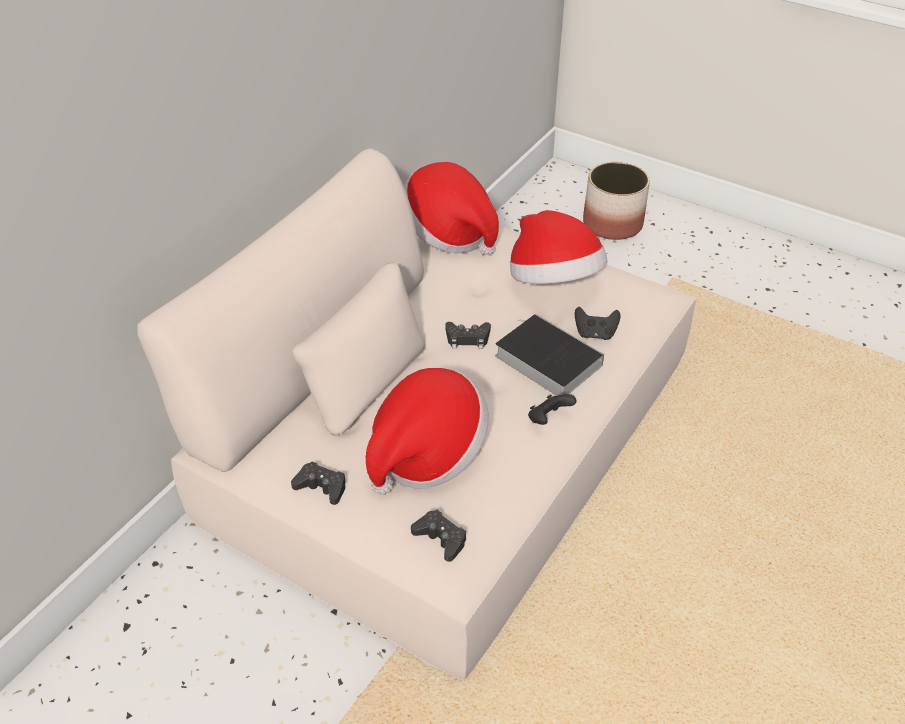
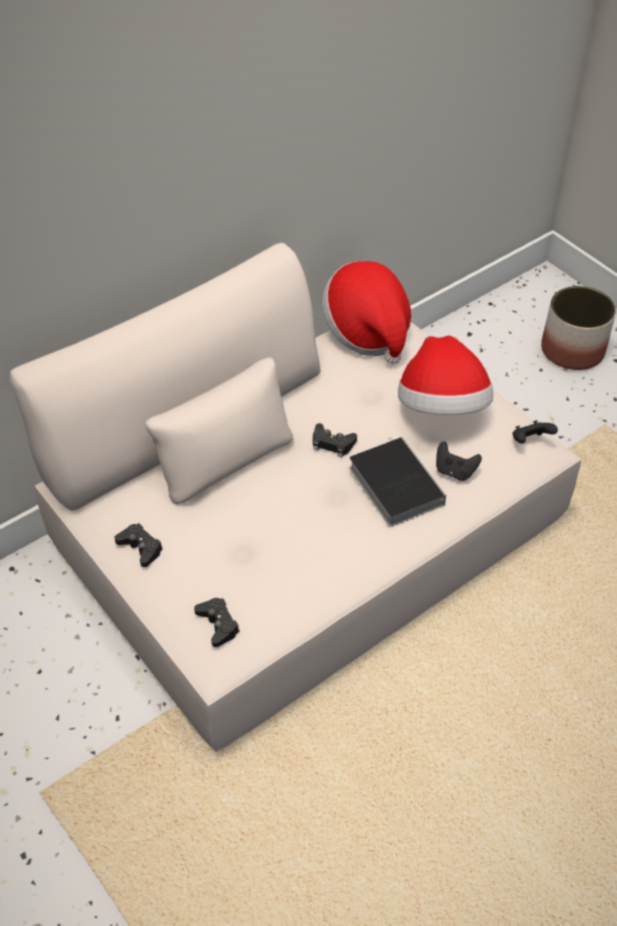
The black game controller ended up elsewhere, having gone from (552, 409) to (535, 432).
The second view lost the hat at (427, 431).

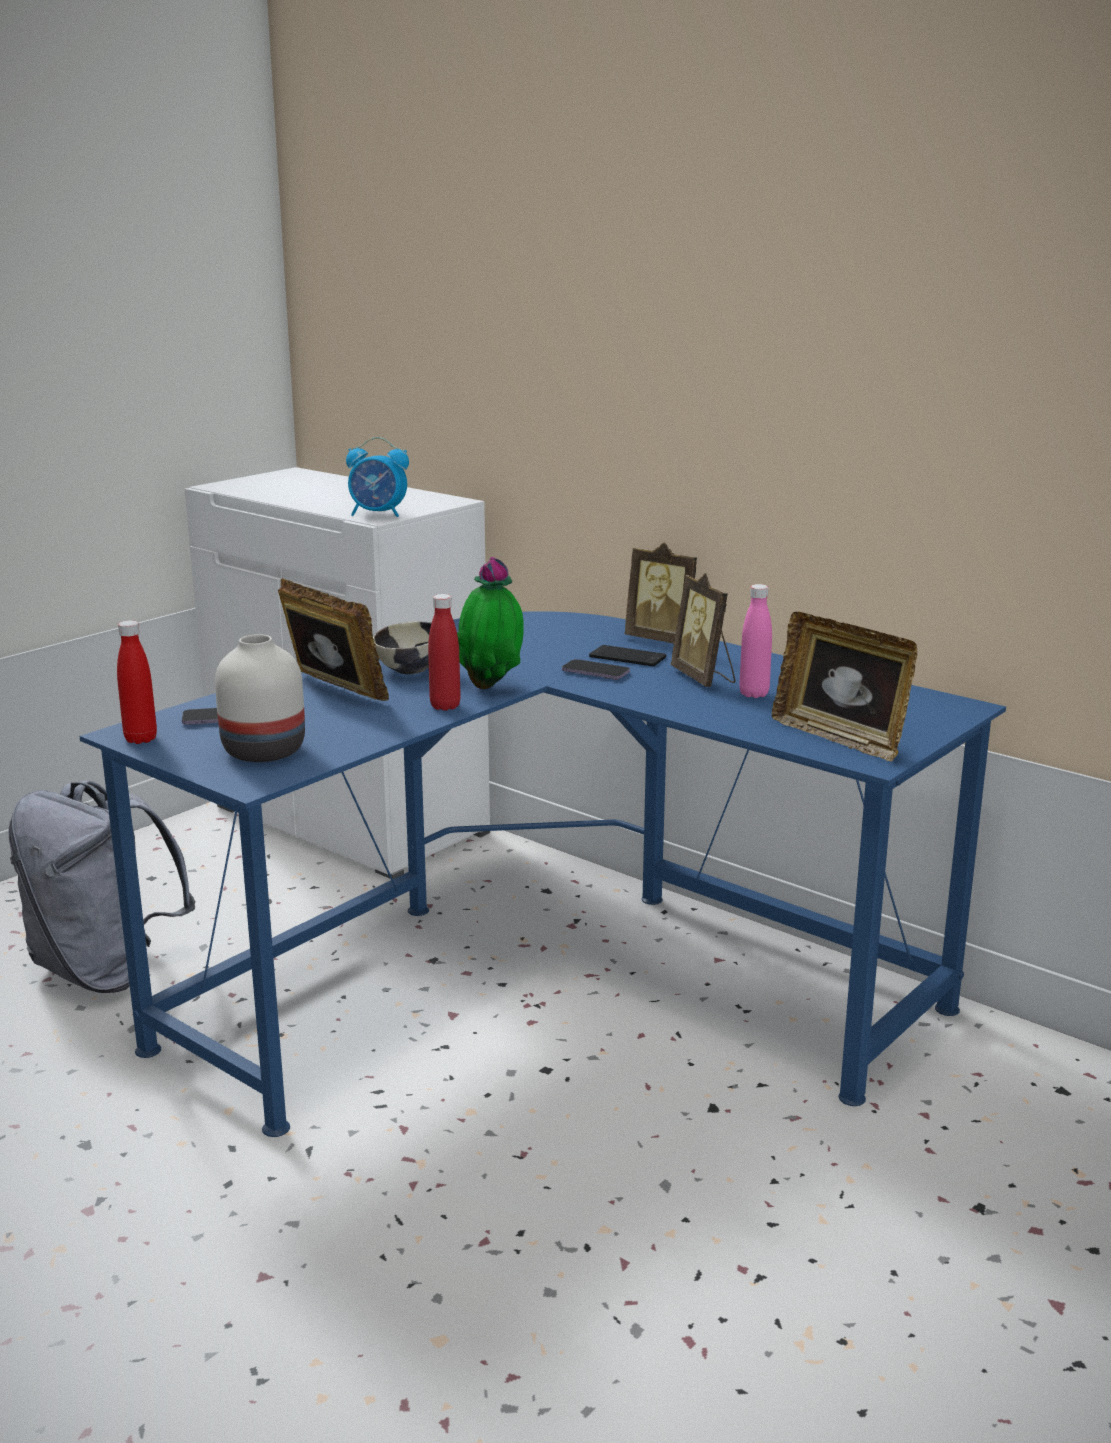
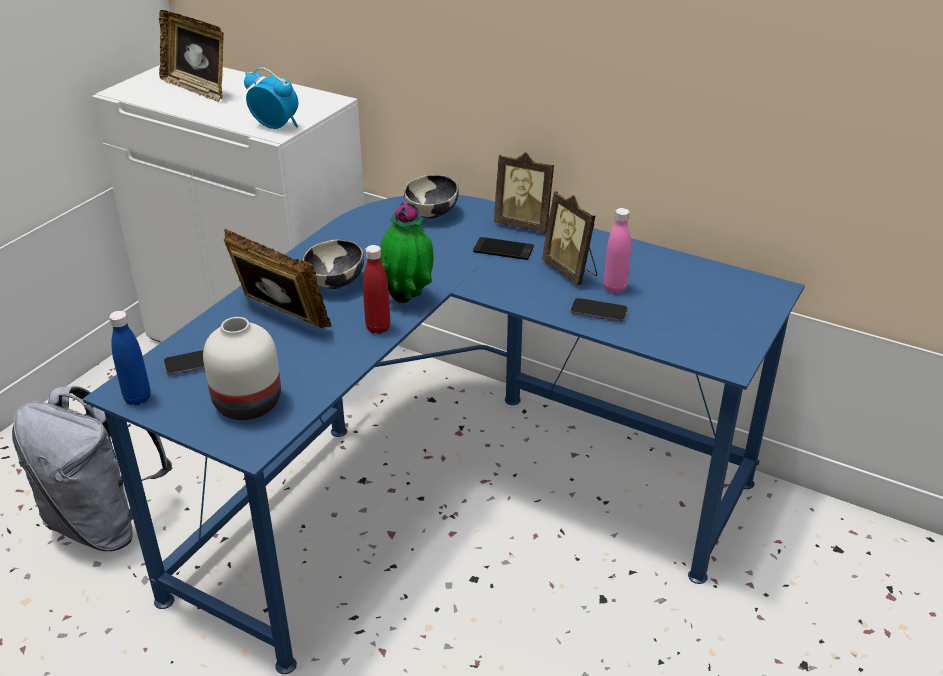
What was the red bottle at (137, 682) turned into the blue bottle at (130, 358).
The picture frame ended up elsewhere, having gone from (844, 687) to (191, 56).
The alarm clock at (377, 477) ended up facing another way, 150 degrees counterclockwise from before.
The second view gained the bowl at (431, 196).
The phone ended up elsewhere, having gone from (596, 669) to (599, 310).

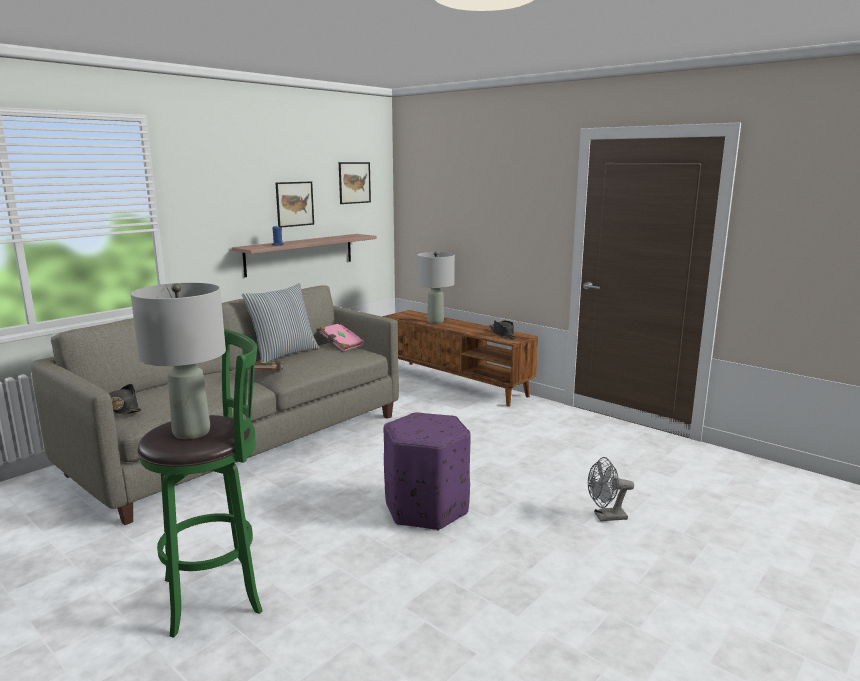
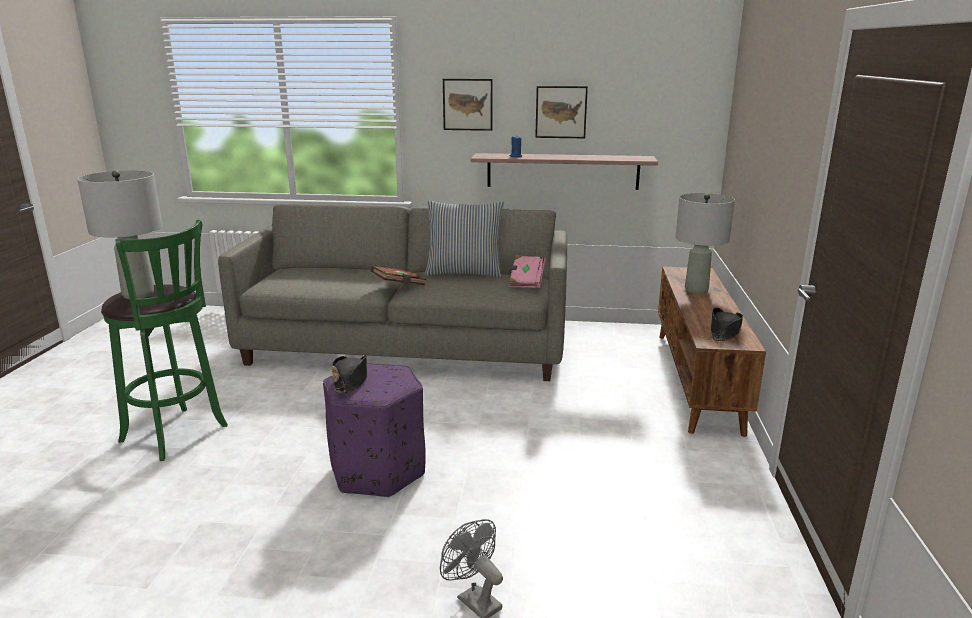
The black hat ended up elsewhere, having gone from (125, 399) to (349, 374).
The picture ended up elsewhere, having gone from (355, 183) to (468, 105).

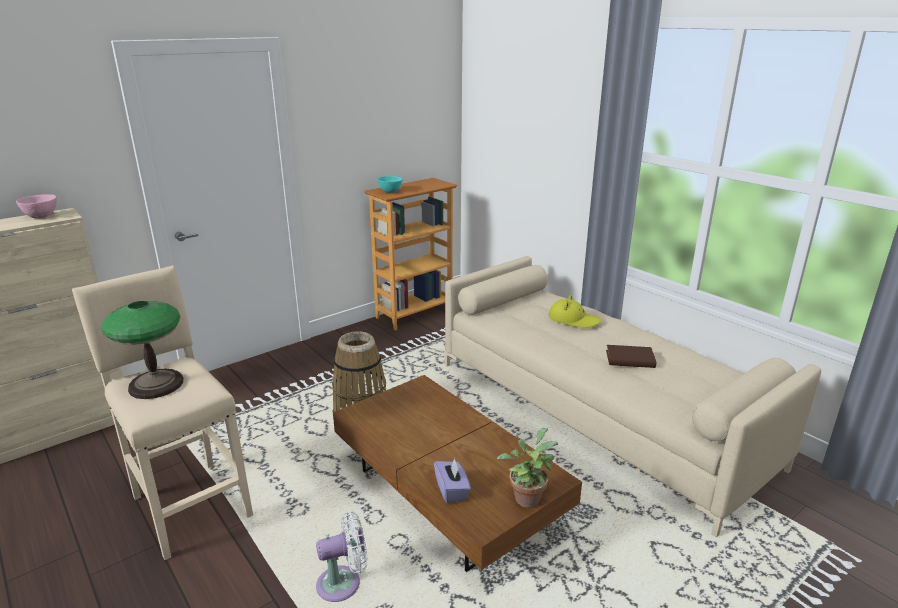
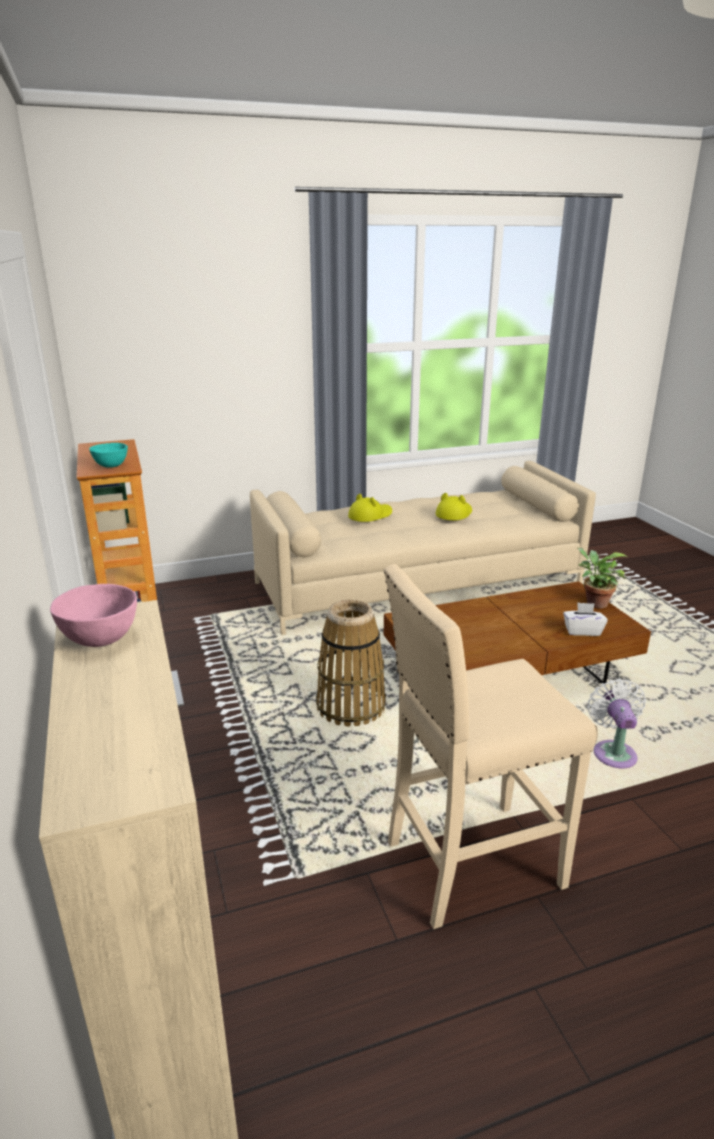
Where the brown book stood at (631, 356), the yellow hat came to stand at (454, 506).
What was the purple tissue box at (452, 481) turned into the white tissue box at (585, 619).
The second view lost the table lamp at (142, 350).

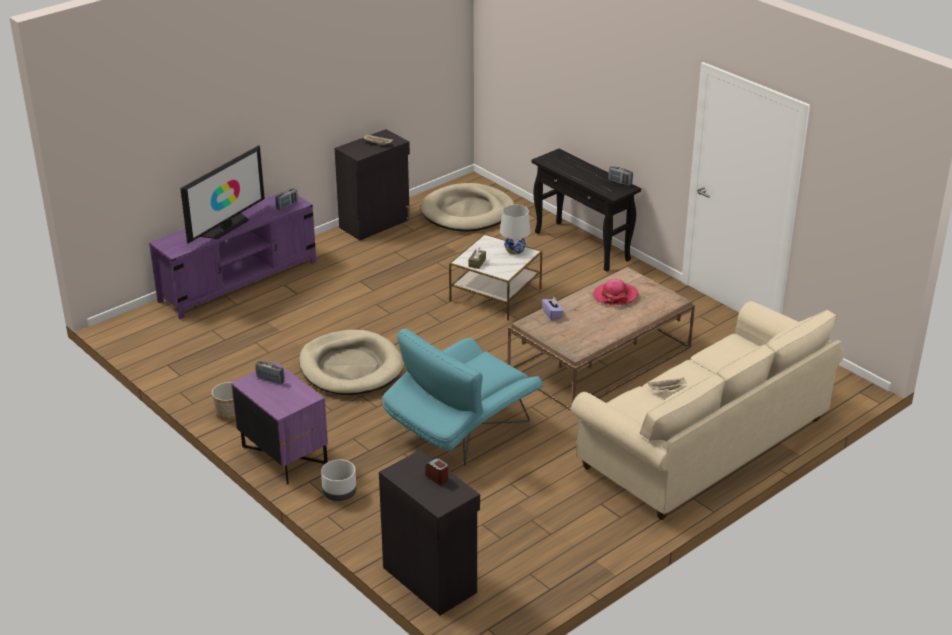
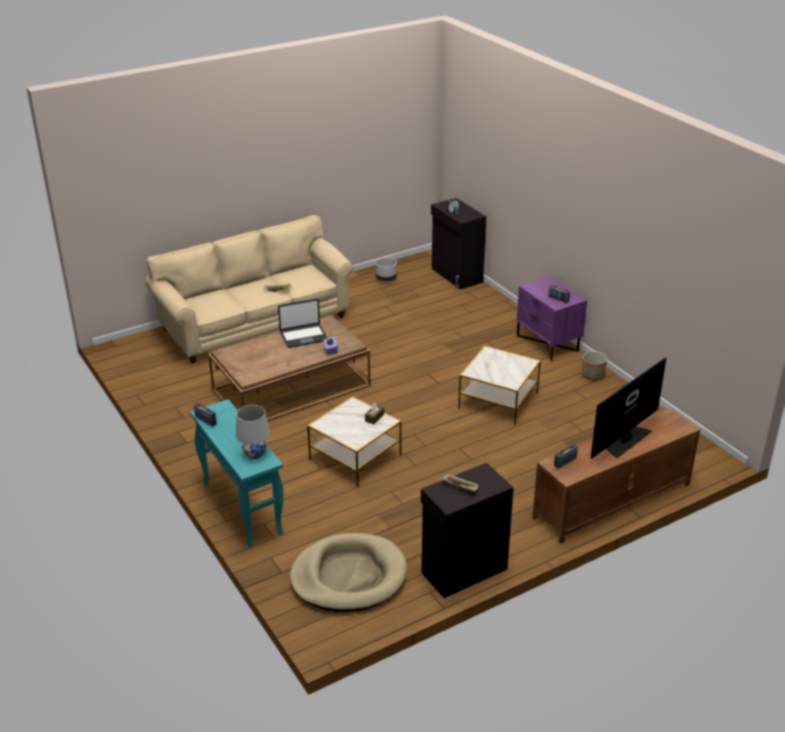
What was the black console table at (586, 210) turned into the turquoise console table at (237, 473).
The white table lamp ended up elsewhere, having gone from (515, 229) to (253, 432).
The second view gained the laptop at (302, 323).
The grey planter ended up elsewhere, having gone from (339, 480) to (386, 269).
Where the beige dog bed stood at (351, 362), the side table came to stand at (499, 385).
What was the purple tv stand at (233, 255) turned into the brown tv stand at (616, 476).
The second view lost the turquoise armchair at (462, 397).
The second view lost the hat at (615, 292).

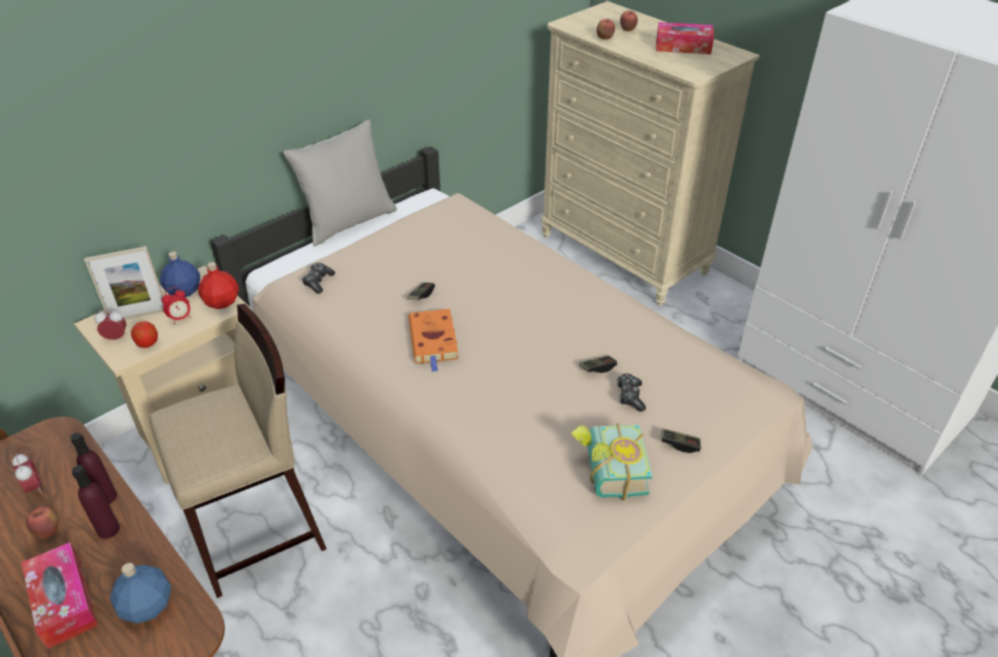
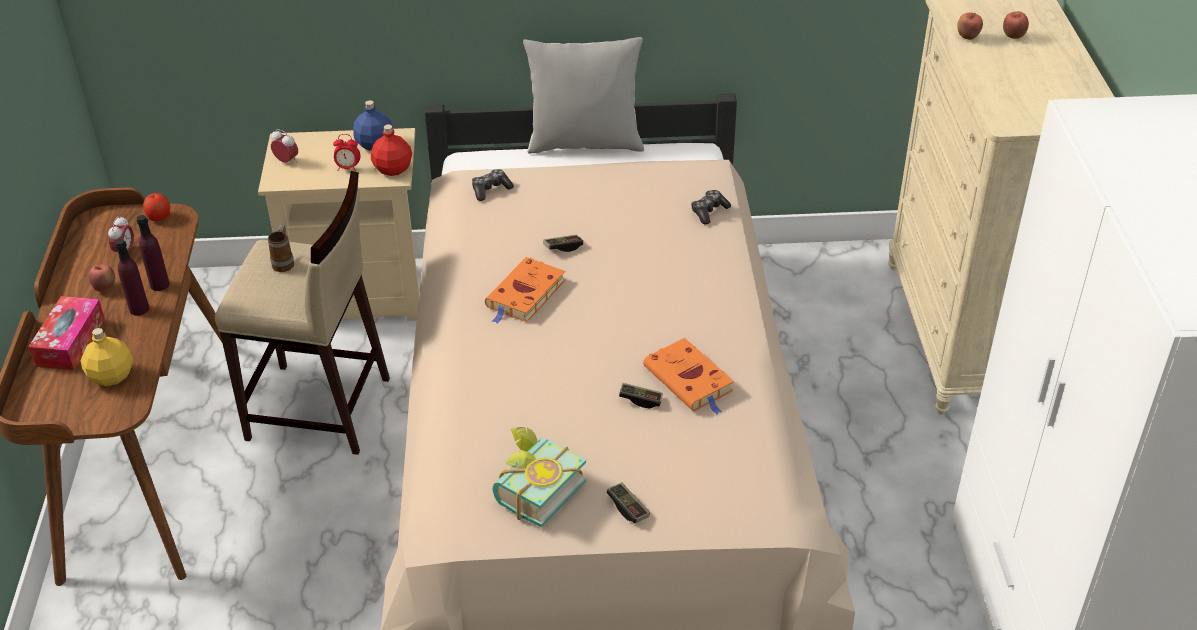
What was the blue bottle at (140, 593) turned into the yellow bottle at (107, 357).
The apple ended up elsewhere, having gone from (144, 334) to (156, 207).
The second view gained the mug at (281, 248).
The second view gained the orange book at (688, 376).
The game controller ended up elsewhere, having gone from (631, 392) to (711, 207).
The second view lost the picture frame at (124, 282).
The second view lost the tissue box at (685, 38).

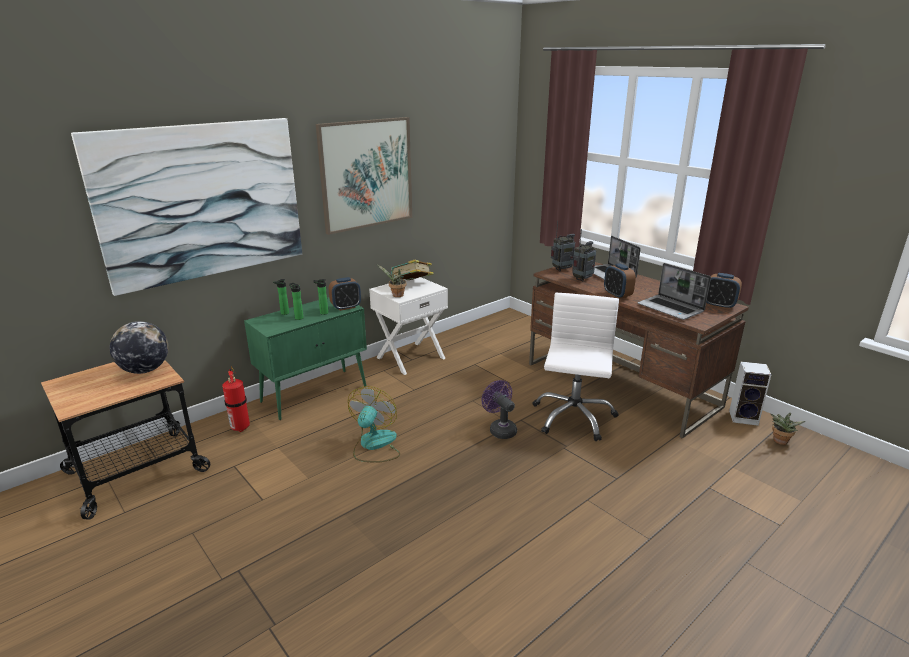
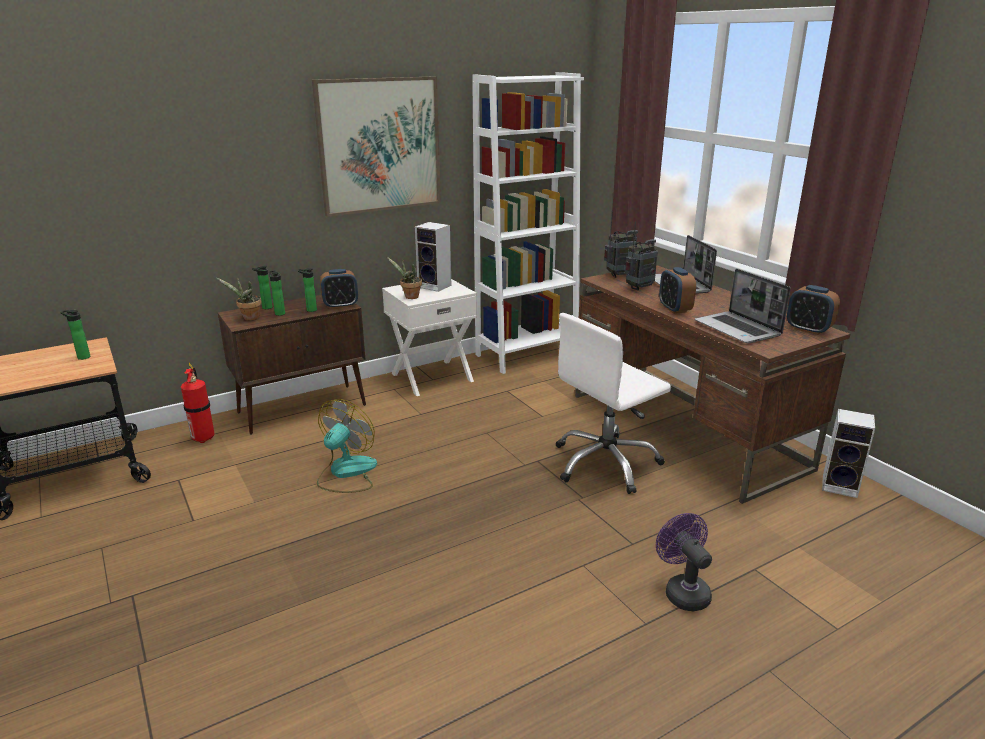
Where the globe stood at (139, 347), the bottle came to stand at (75, 335).
The potted plant ended up elsewhere, having gone from (788, 429) to (239, 299).
What was the green cabinet at (305, 358) turned into the brown cabinet at (292, 364).
Where the book stood at (412, 270), the speaker came to stand at (433, 257).
The second view gained the white bookcase at (528, 223).
The white office chair at (575, 367) ended up facing another way, 150 degrees counterclockwise from before.
The purple fan ended up elsewhere, having gone from (499, 409) to (684, 562).
The second view lost the picture at (186, 207).

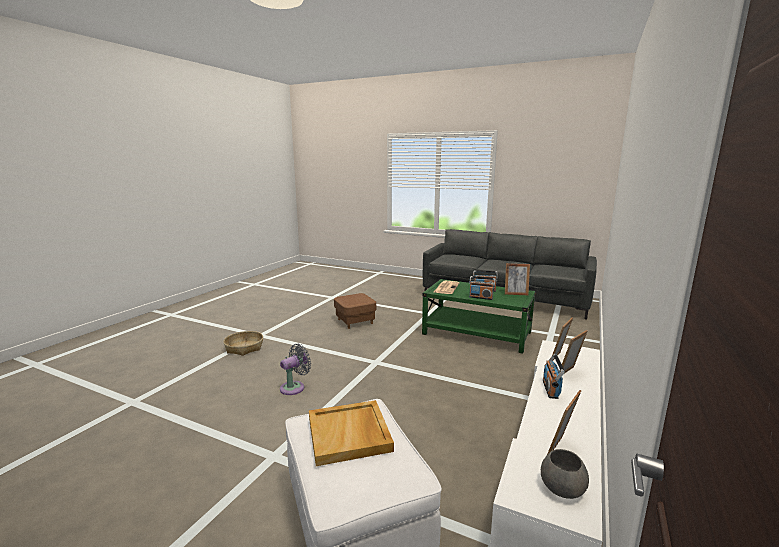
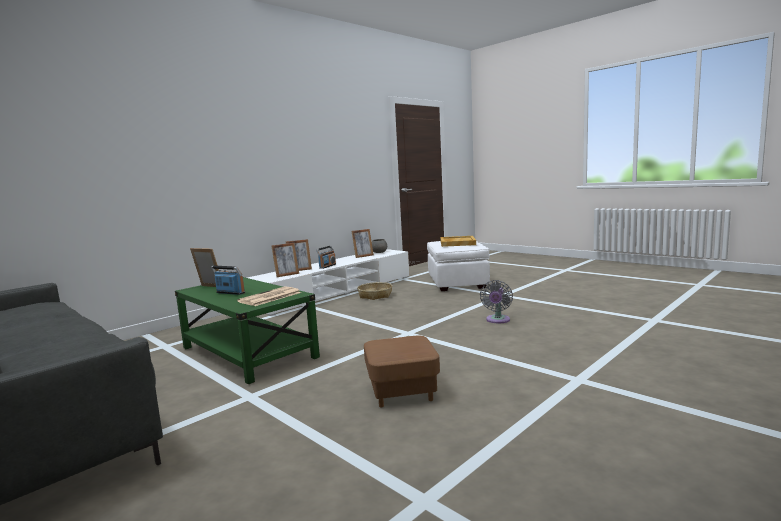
The basket ended up elsewhere, having gone from (243, 343) to (374, 291).
The grey fan at (295, 369) ended up facing another way, 45 degrees counterclockwise from before.
The second view lost the radio at (482, 288).

